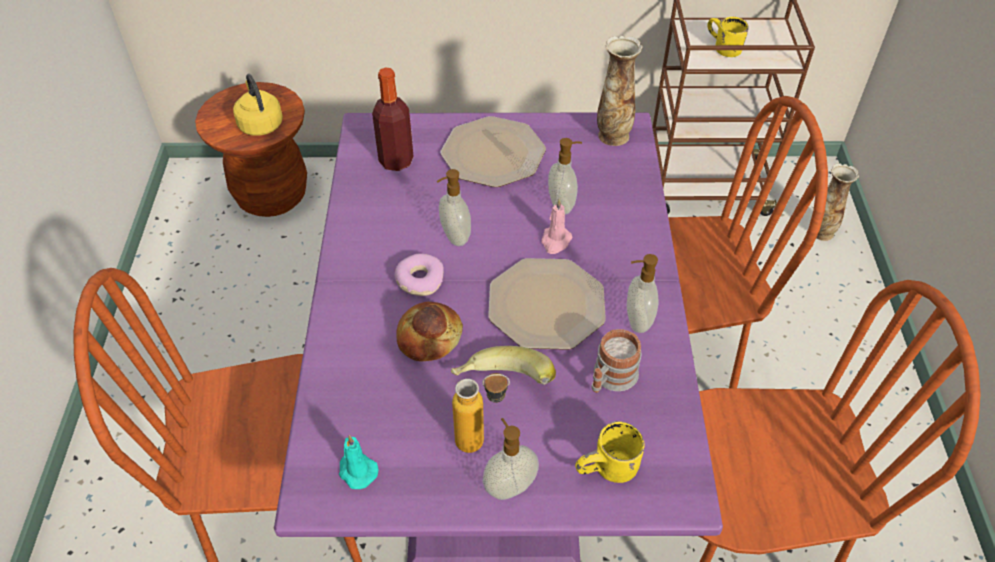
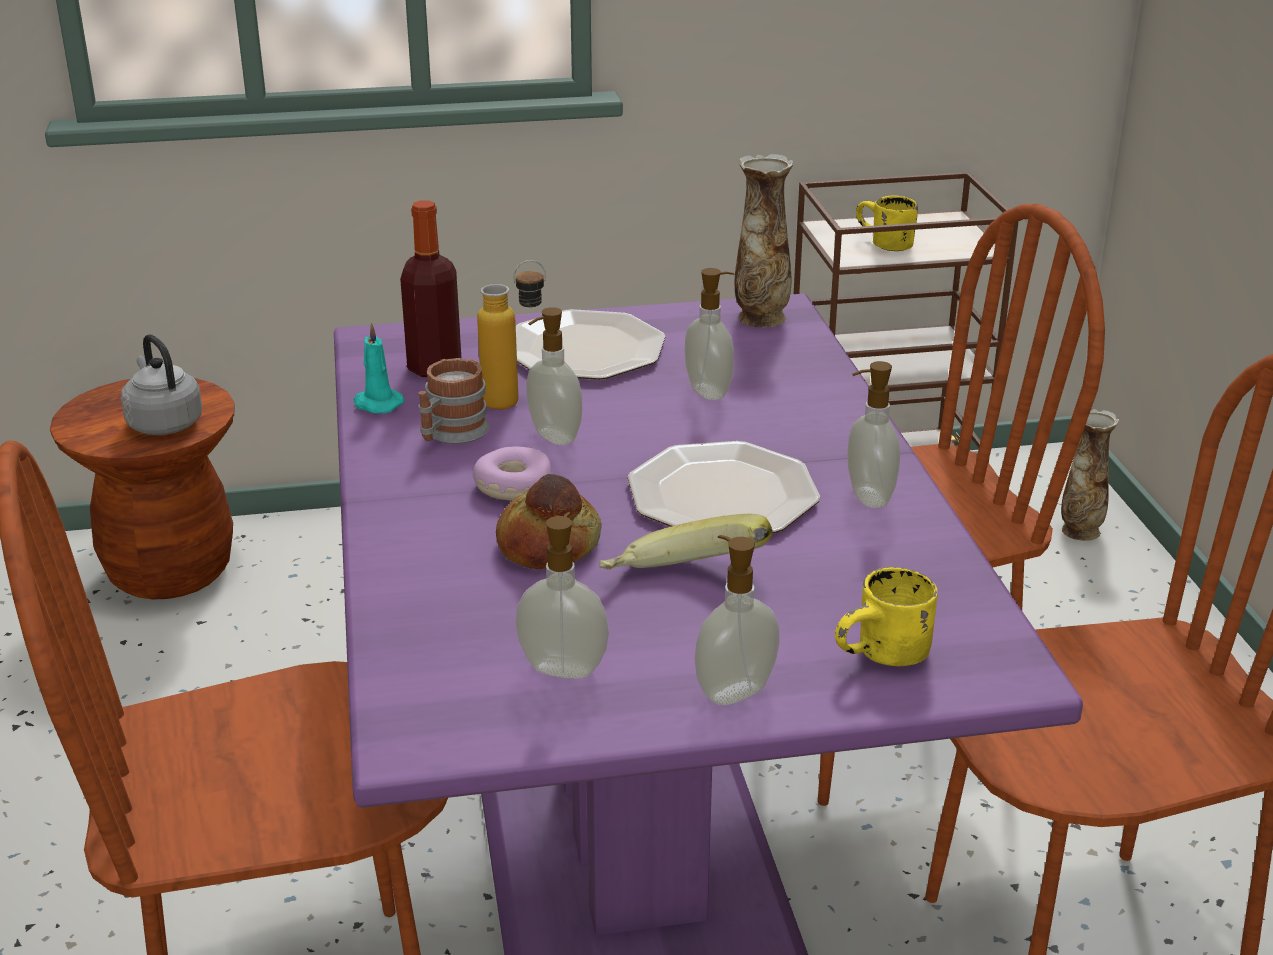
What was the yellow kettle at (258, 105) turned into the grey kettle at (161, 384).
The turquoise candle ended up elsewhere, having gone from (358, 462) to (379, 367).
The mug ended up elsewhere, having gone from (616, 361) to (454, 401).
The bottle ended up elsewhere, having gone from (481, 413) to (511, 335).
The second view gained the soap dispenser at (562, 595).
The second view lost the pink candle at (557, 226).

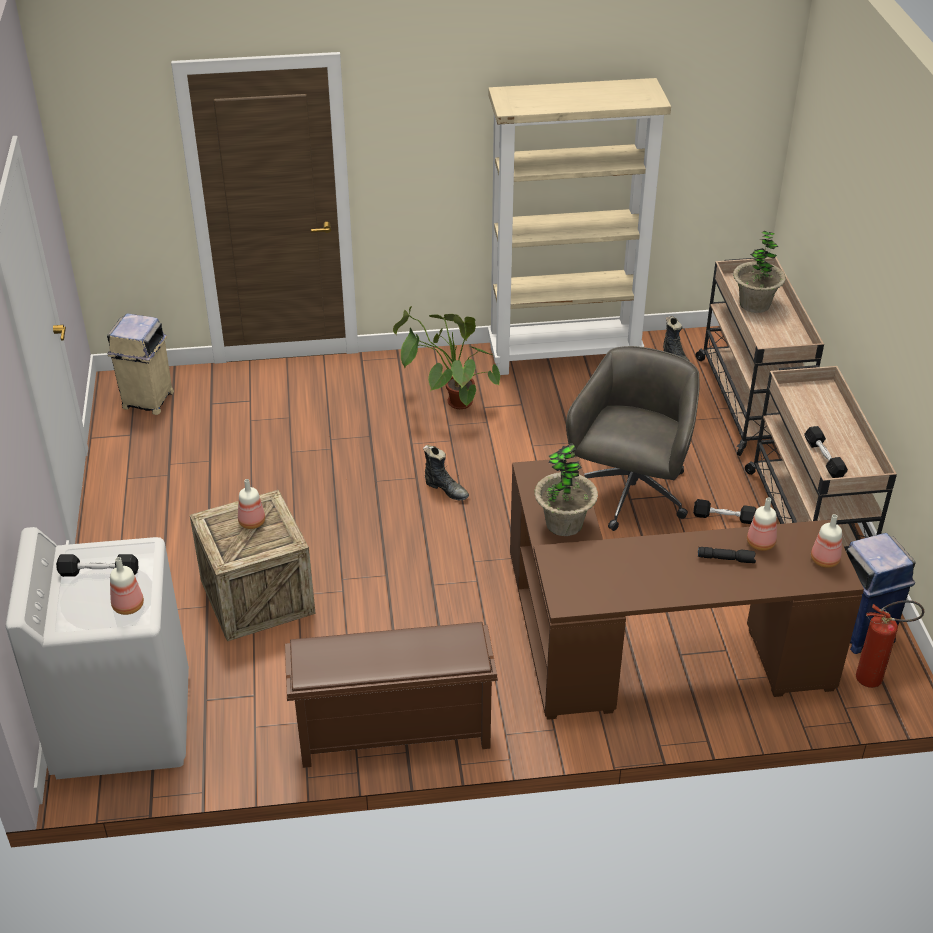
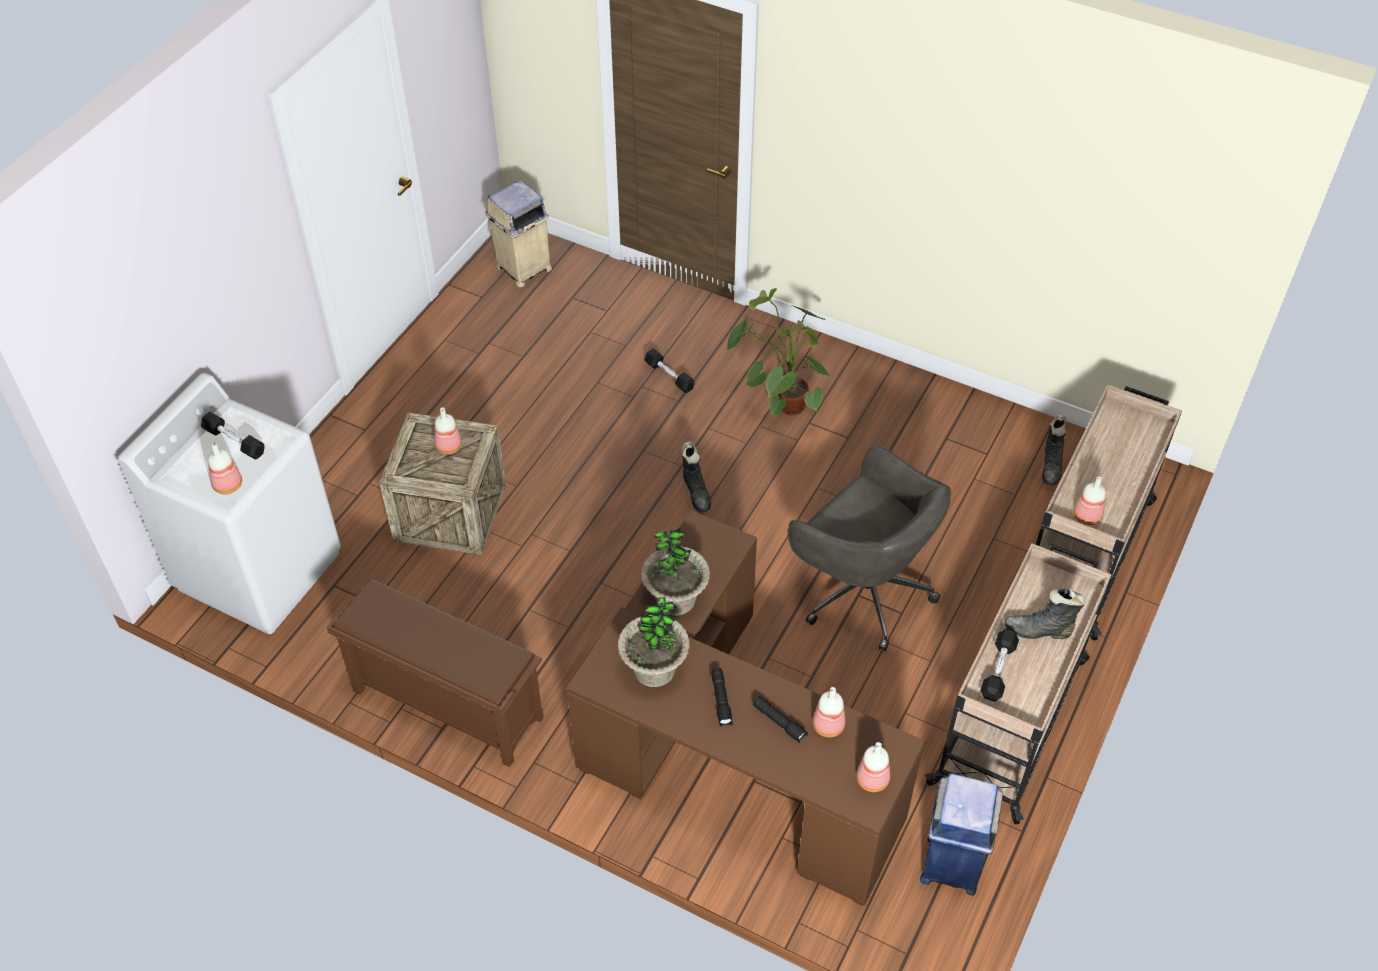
The potted plant ended up elsewhere, having gone from (759, 272) to (654, 642).
The black dumbbell ended up elsewhere, having gone from (725, 511) to (669, 370).
The second view gained the black flashlight at (722, 697).
The grey office chair at (633, 438) ended up facing another way, 75 degrees clockwise from before.
The second view gained the black boot at (1045, 613).
The second view gained the bottle at (1089, 500).
The second view lost the beige bookcase at (579, 226).
The second view lost the fire extinguisher at (890, 644).

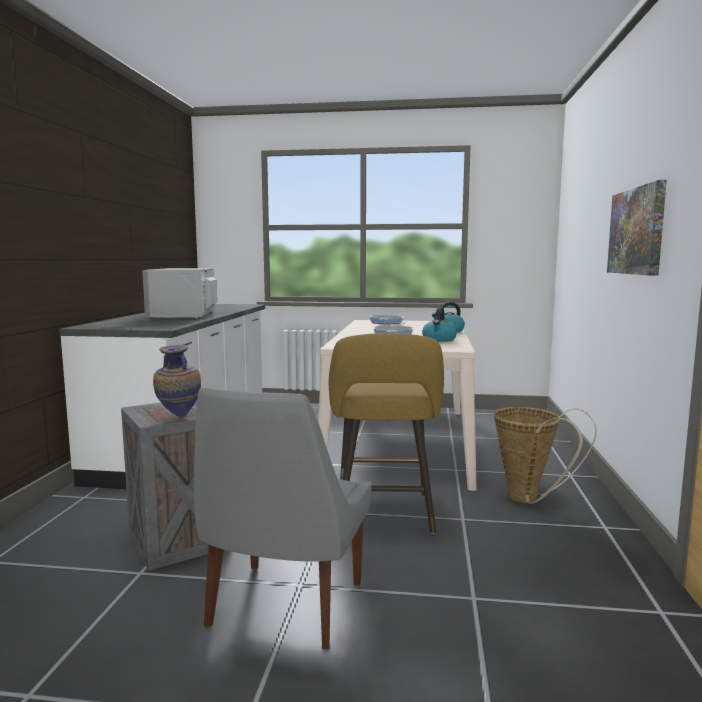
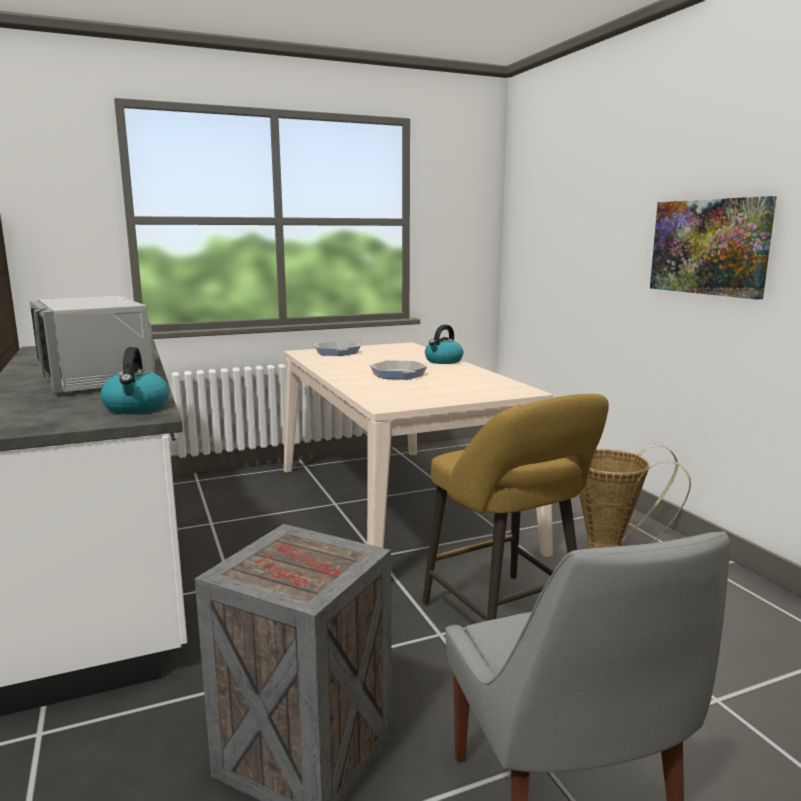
The kettle ended up elsewhere, having gone from (439, 324) to (134, 380).
The second view lost the vase at (177, 381).

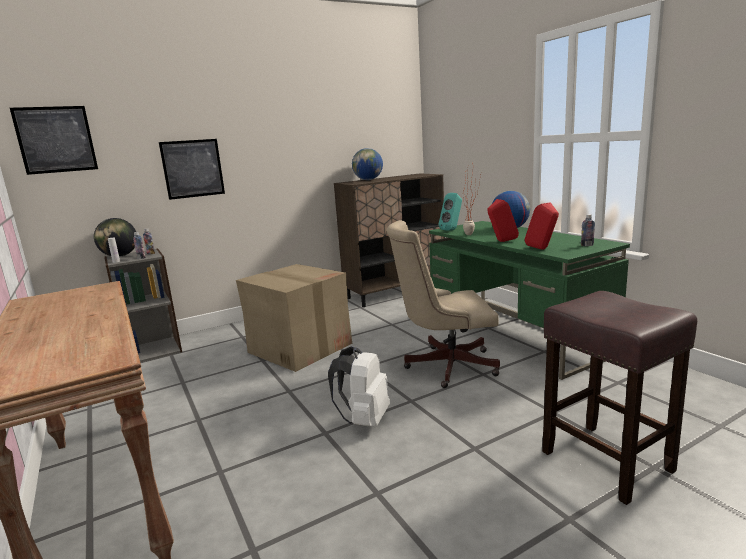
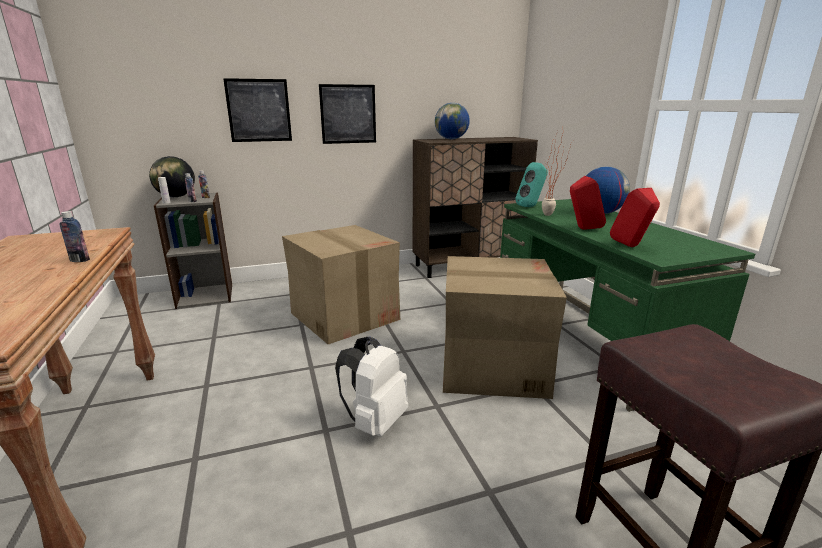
The bottle ended up elsewhere, having gone from (588, 230) to (74, 236).
The picture ended up elsewhere, having gone from (54, 140) to (347, 114).
Where the beige office chair stood at (443, 304), the cardboard box came to stand at (505, 327).

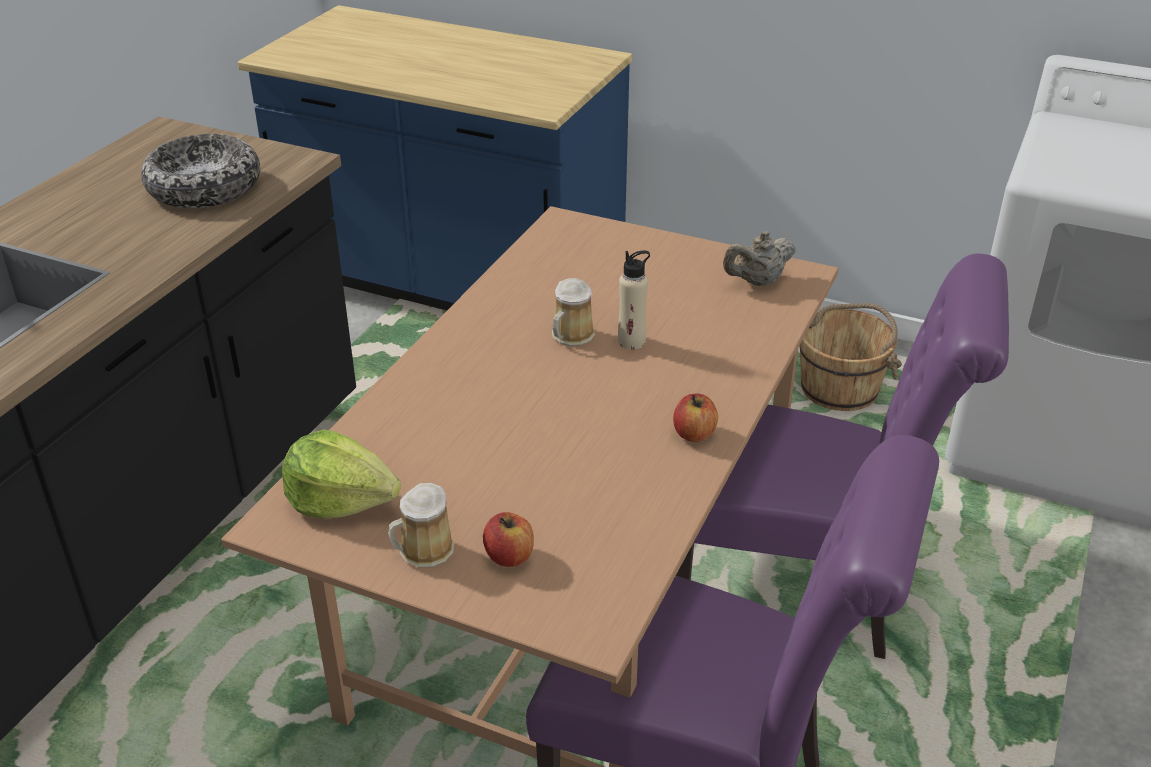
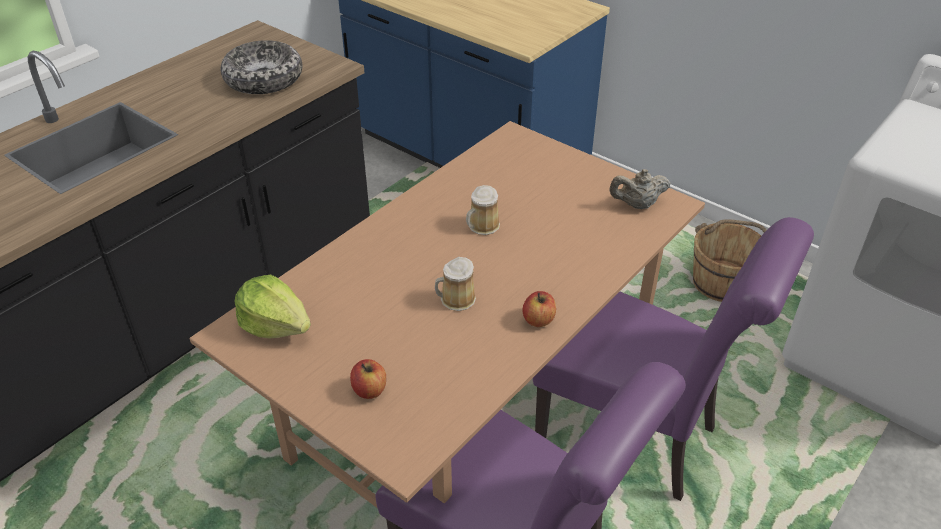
The mug ended up elsewhere, having gone from (421, 525) to (455, 284).
The second view lost the beige bottle at (634, 300).

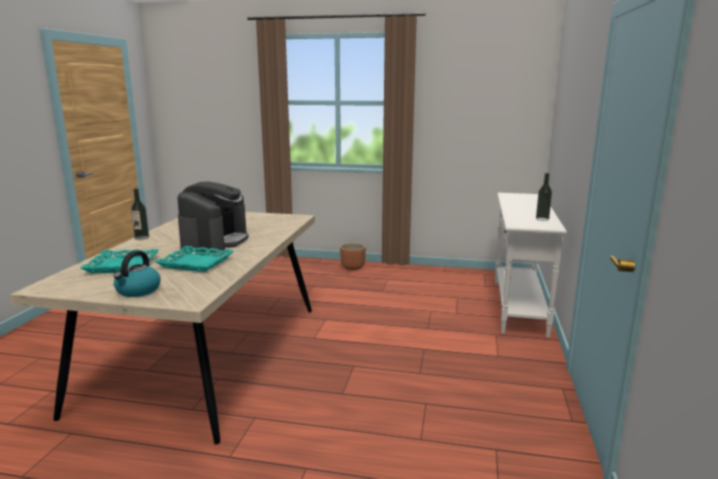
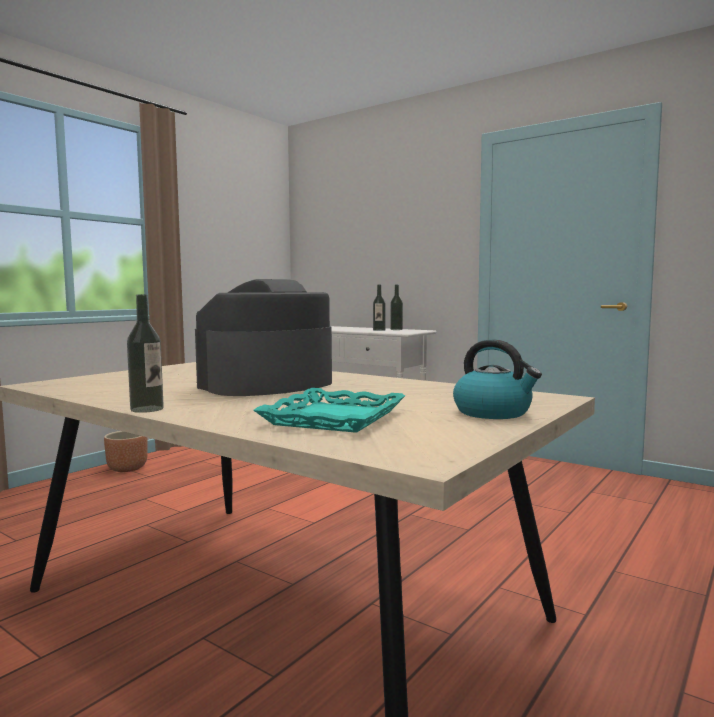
The coffee machine at (213, 217) ended up facing another way, 75 degrees counterclockwise from before.
The second view gained the bottle at (379, 308).
The second view lost the turquoise tray at (194, 259).

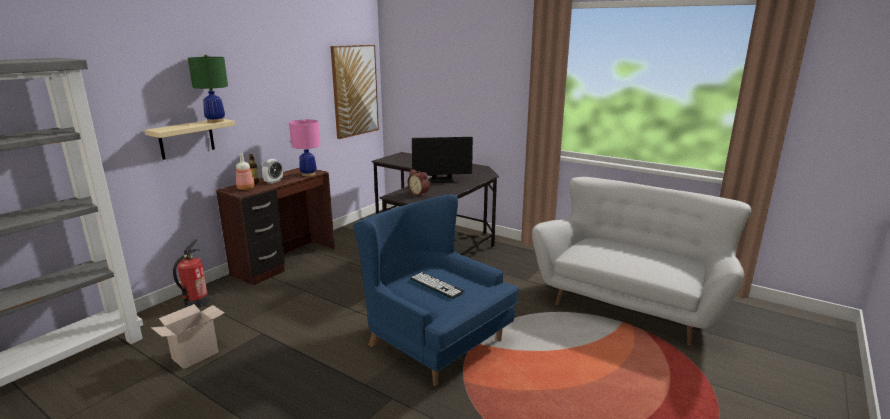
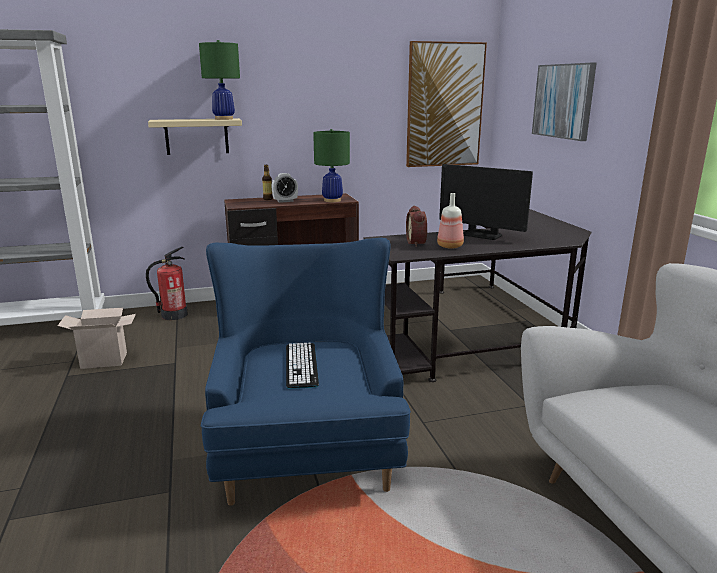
What was the pink table lamp at (304, 147) turned into the green table lamp at (331, 165).
The bottle ended up elsewhere, having gone from (245, 172) to (450, 221).
The second view gained the picture at (564, 102).

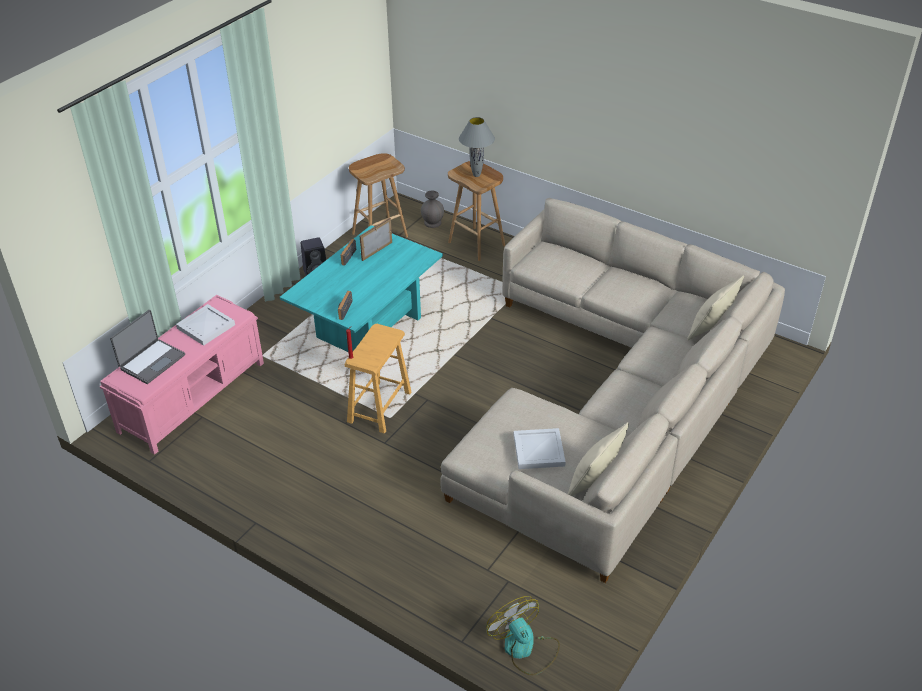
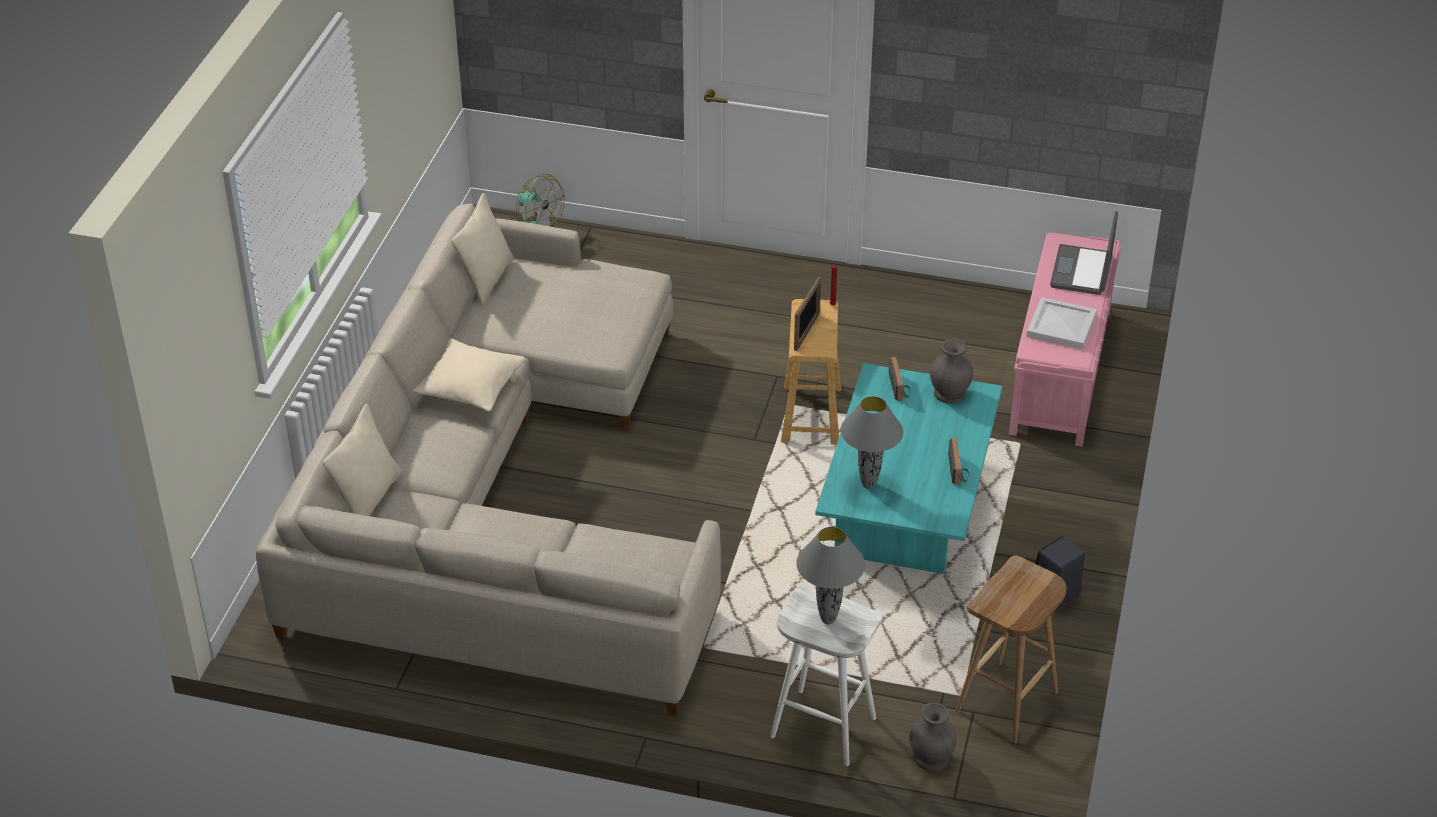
The second view gained the beige pillow at (469, 375).
What was the brown stool at (476, 211) turned into the white stool at (826, 675).
The picture frame ended up elsewhere, having gone from (376, 239) to (807, 314).
The second view gained the grey table lamp at (871, 442).
The second view gained the grey vase at (951, 371).
The second view lost the white tray at (540, 448).

